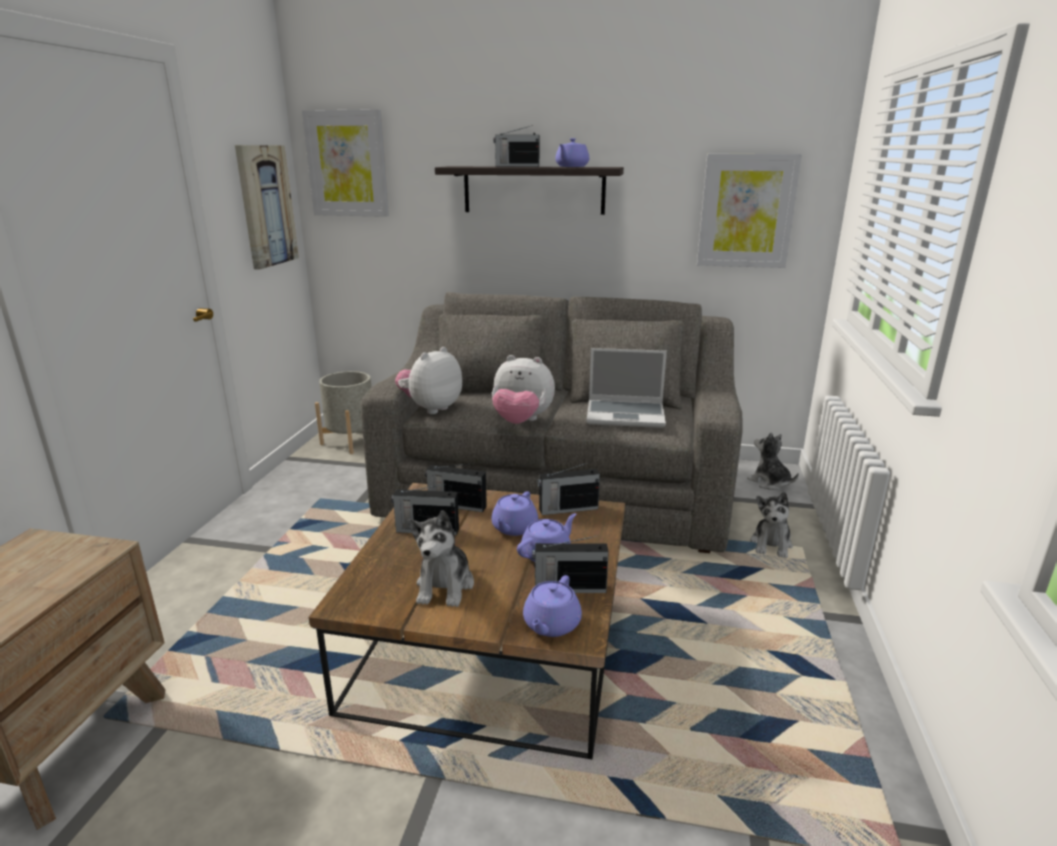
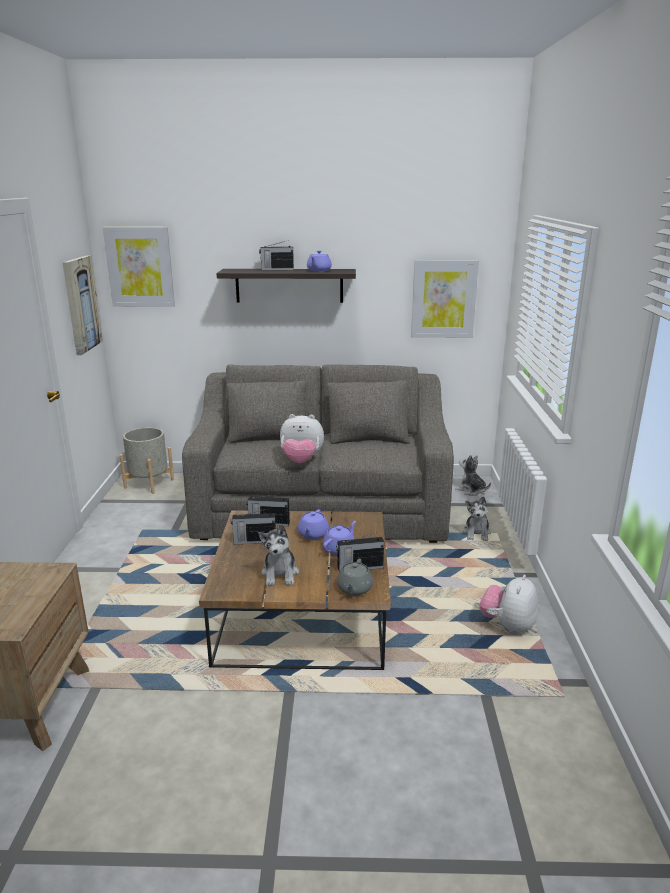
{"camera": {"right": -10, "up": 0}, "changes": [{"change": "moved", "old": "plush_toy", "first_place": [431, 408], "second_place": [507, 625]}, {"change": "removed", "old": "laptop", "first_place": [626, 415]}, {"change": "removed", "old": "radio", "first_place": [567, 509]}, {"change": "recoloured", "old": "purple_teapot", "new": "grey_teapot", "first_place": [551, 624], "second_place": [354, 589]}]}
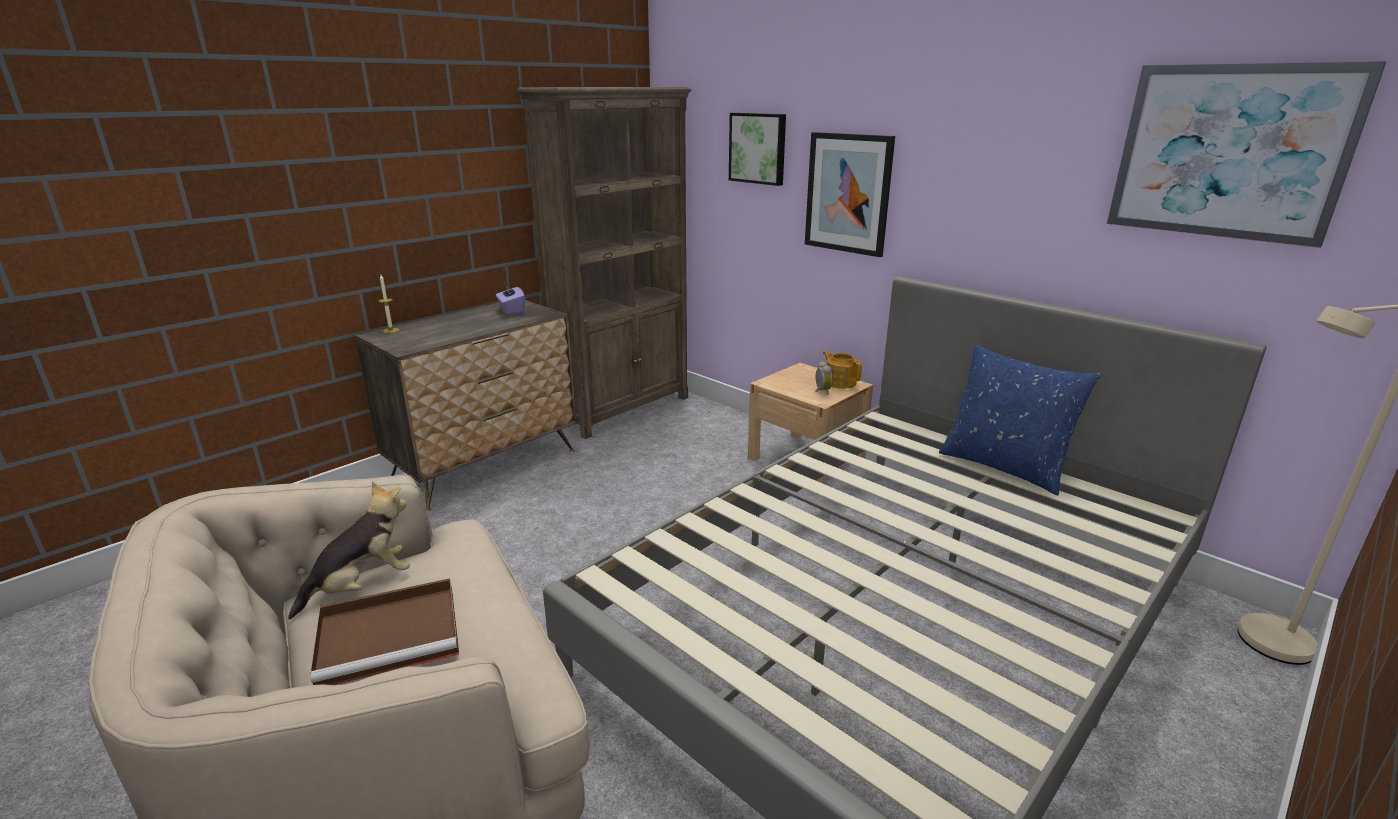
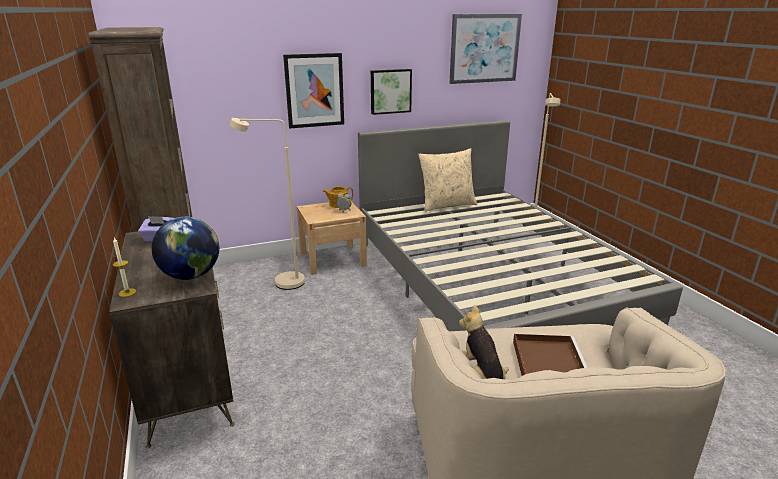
{"camera": {"right": -65, "up": 0}, "changes": [{"change": "moved", "old": "picture", "first_place": [758, 148], "second_place": [390, 91]}, {"change": "recoloured", "old": "blue_pillow", "new": "beige_pillow", "first_place": [1004, 466], "second_place": [447, 205]}, {"change": "added", "new": "beige_floor_lamp", "second_place": [281, 282]}, {"change": "added", "new": "globe", "second_place": [191, 276]}]}
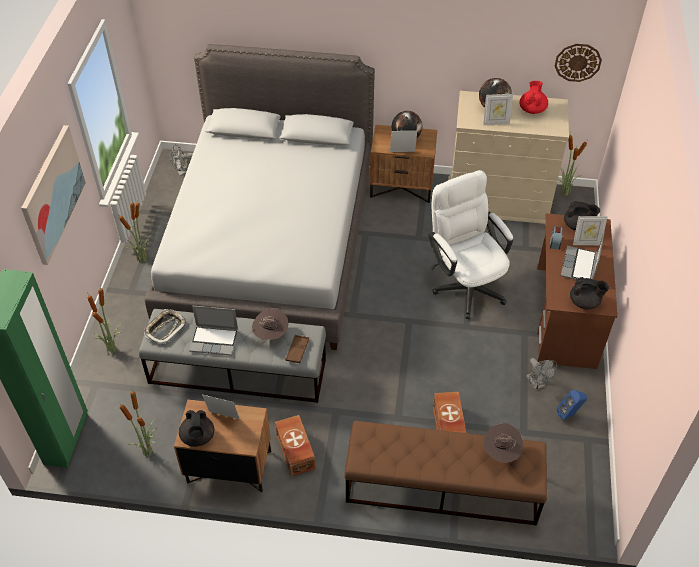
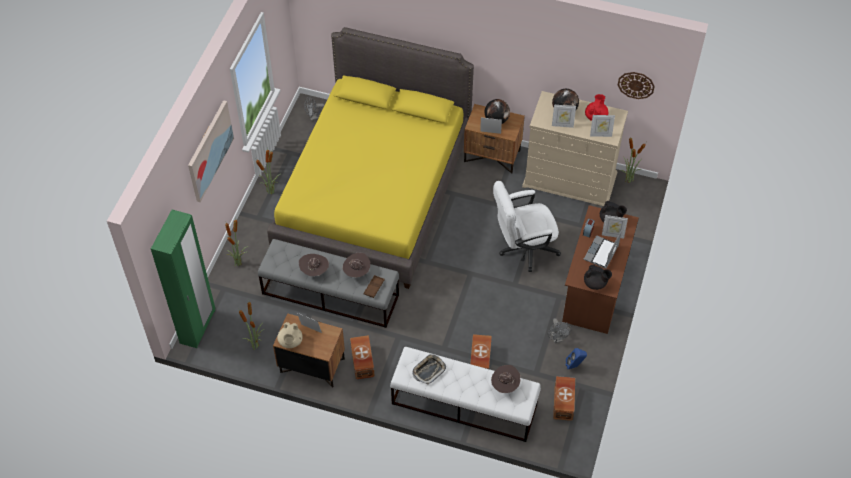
{"camera": {"right": 10, "up": 5}, "changes": [{"change": "recoloured", "old": "grey_bed", "new": "yellow_bed", "first_place": [270, 245], "second_place": [374, 193]}, {"change": "turned", "old": "white_office_chair", "first_place": [465, 283], "second_place": [523, 249], "degrees": -90}, {"change": "replaced", "old": "laptop", "new": "brown_hat", "first_place": [215, 340], "second_place": [314, 271]}, {"change": "moved", "old": "tray", "first_place": [165, 328], "second_place": [429, 370]}, {"change": "recoloured", "old": "black_teapot", "new": "beige_teapot", "first_place": [198, 437], "second_place": [290, 342]}, {"change": "recoloured", "old": "brown_bench", "new": "white_bench", "first_place": [441, 487], "second_place": [463, 404]}, {"change": "added", "new": "picture_frame", "second_place": [600, 134]}, {"change": "added", "new": "brown_storage_box", "second_place": [564, 402]}]}
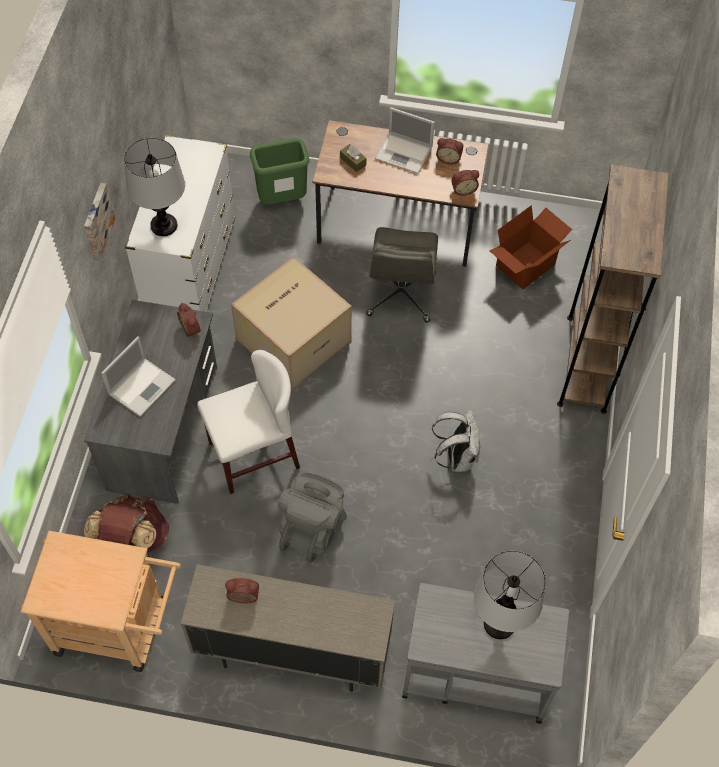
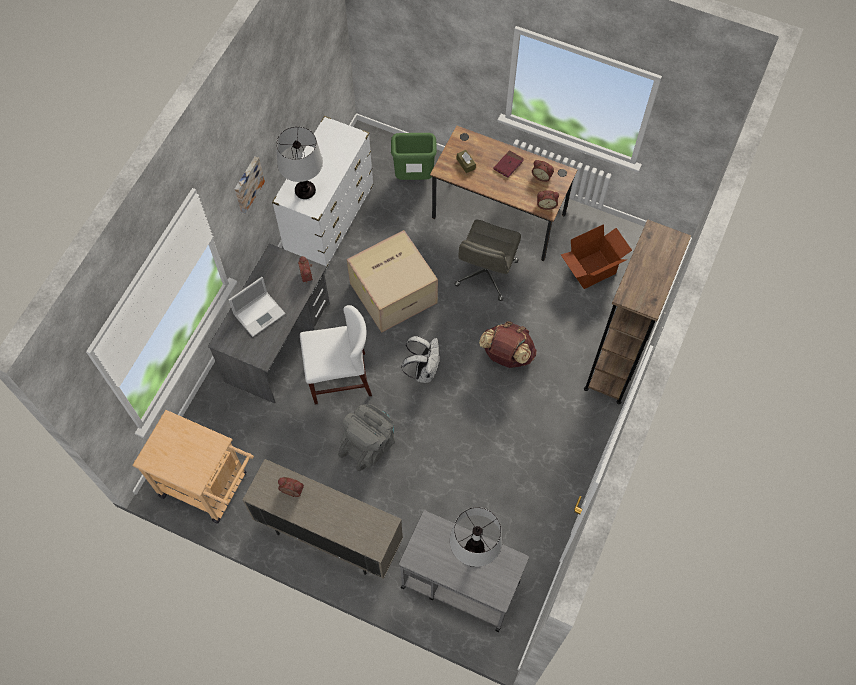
{"camera": {"right": 15, "up": 5}, "changes": [{"change": "replaced", "old": "laptop", "new": "red_book", "first_place": [404, 153], "second_place": [508, 165]}, {"change": "moved", "old": "white_backpack", "first_place": [457, 457], "second_place": [423, 370]}, {"change": "moved", "old": "brown_backpack", "first_place": [133, 539], "second_place": [506, 355]}]}
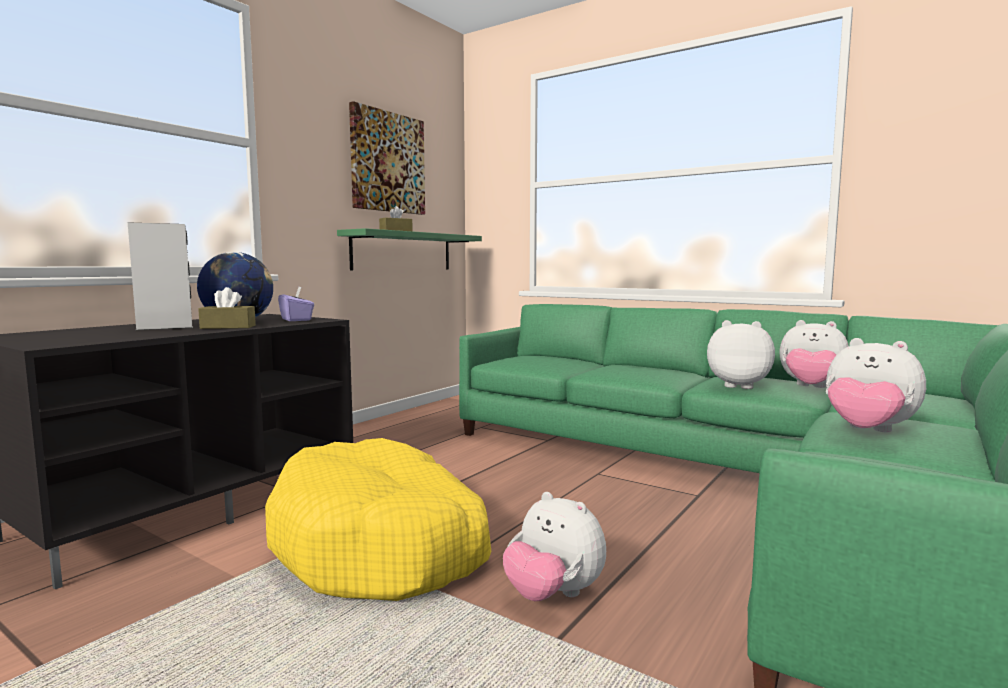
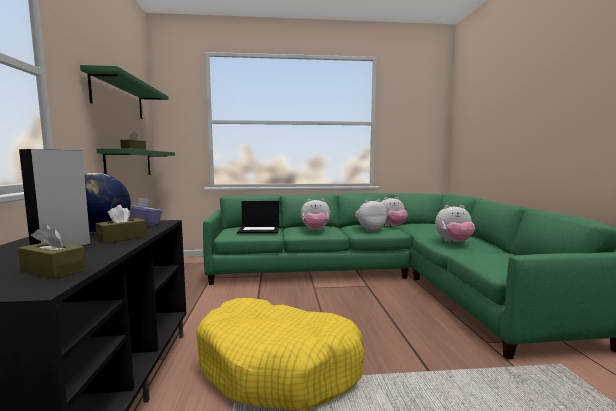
{"camera": {"right": -40, "up": 0}, "changes": [{"change": "replaced", "old": "picture", "new": "green_shelf", "first_place": [387, 162], "second_place": [118, 97]}, {"change": "moved", "old": "plush_toy", "first_place": [553, 595], "second_place": [315, 230]}, {"change": "added", "new": "laptop", "second_place": [259, 230]}, {"change": "added", "new": "brown_tissue_box", "second_place": [53, 270]}]}
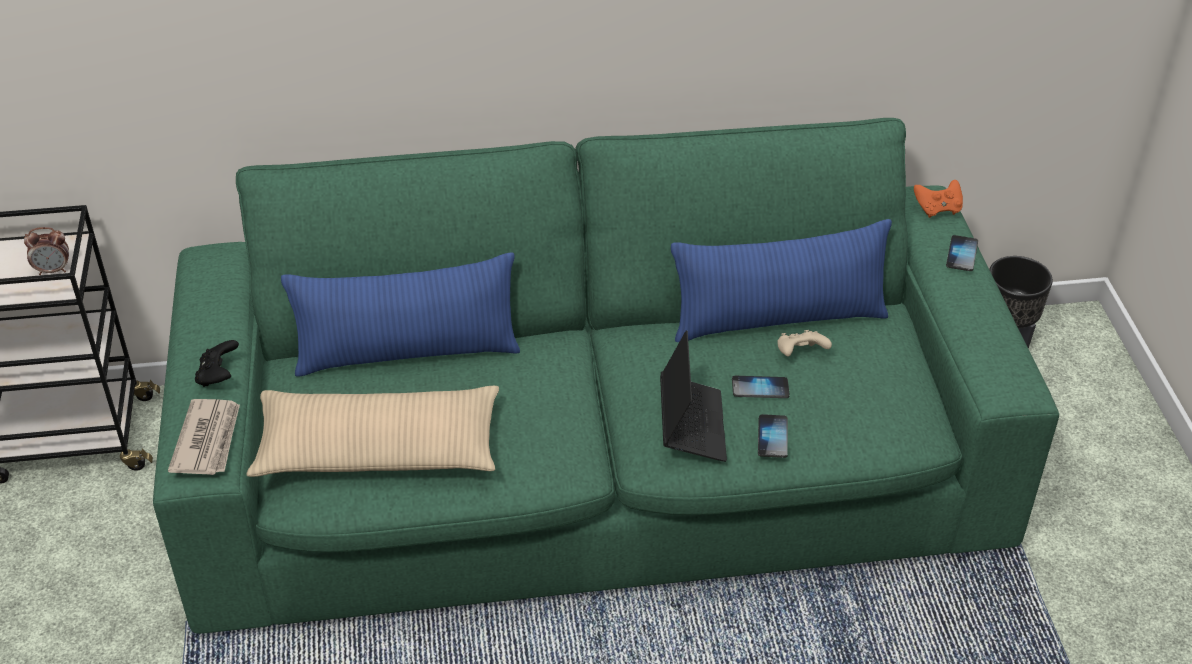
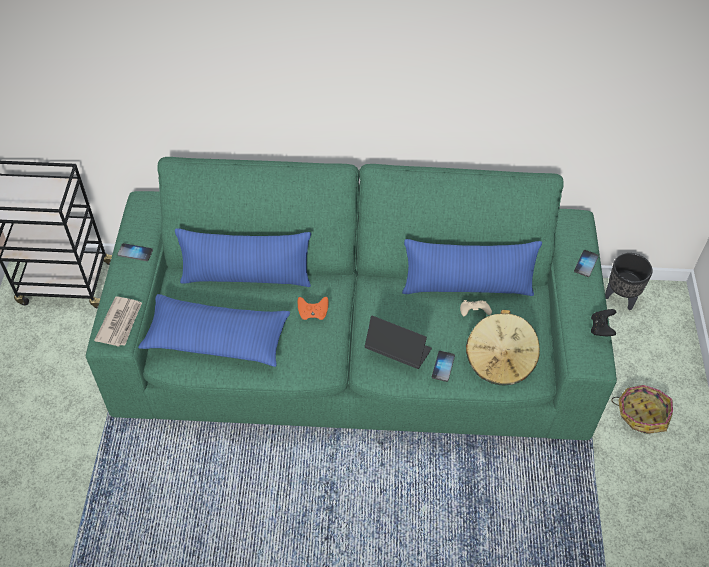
{"camera": {"right": 10, "up": 10}, "changes": [{"change": "moved", "old": "orange_game_controller", "first_place": [937, 209], "second_place": [313, 313]}, {"change": "removed", "old": "alarm_clock", "first_place": [53, 270]}, {"change": "turned", "old": "laptop", "first_place": [691, 425], "second_place": [397, 351], "degrees": -75}, {"change": "moved", "old": "black_game_controller", "first_place": [218, 375], "second_place": [601, 328]}, {"change": "moved", "old": "phone", "first_place": [760, 388], "second_place": [135, 253]}, {"change": "recoloured", "old": "beige_pillow", "new": "blue_pillow", "first_place": [378, 449], "second_place": [217, 338]}, {"change": "added", "new": "beige_hat", "second_place": [500, 361]}, {"change": "added", "new": "basket", "second_place": [642, 414]}]}
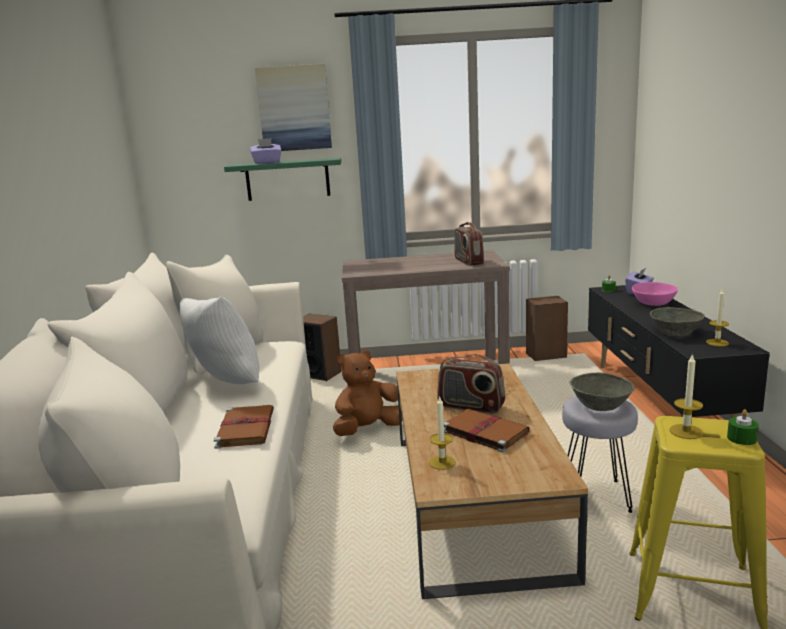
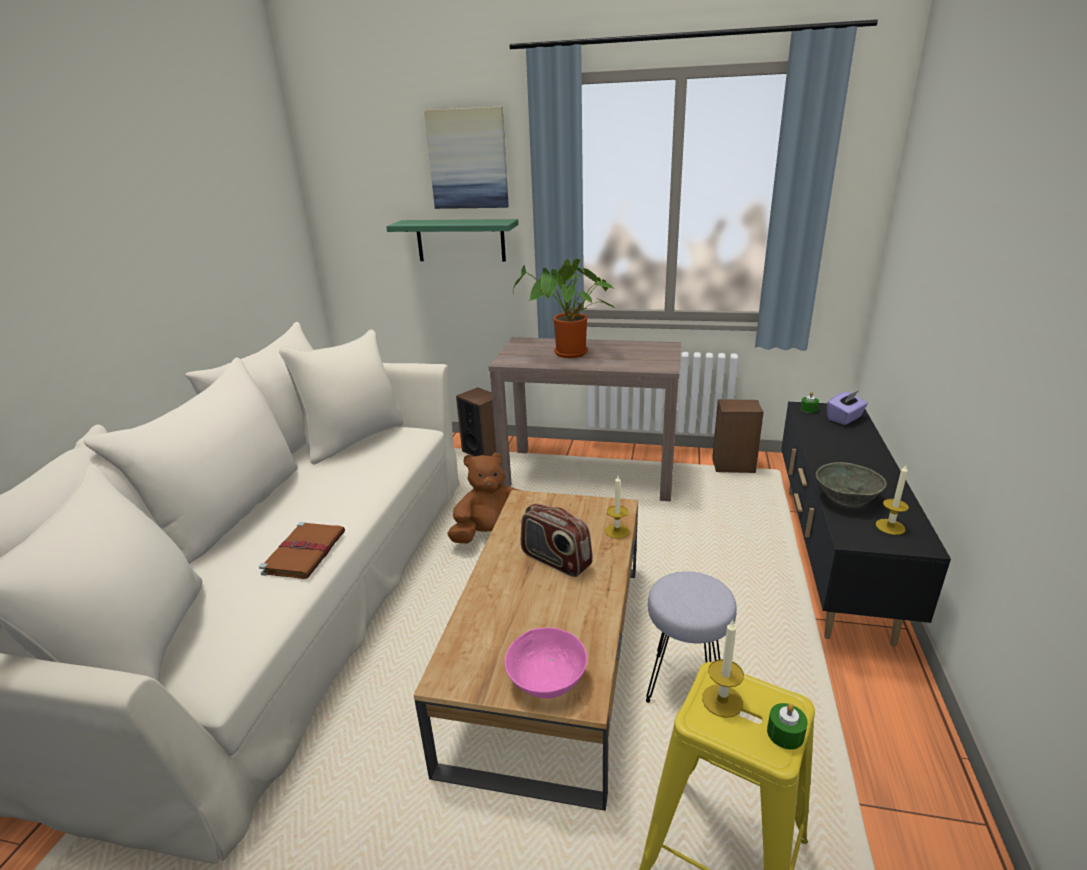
{"camera": {"right": 15, "up": 10}, "changes": [{"change": "removed", "old": "purple_tissue_box", "first_place": [267, 162]}, {"change": "removed", "old": "radio", "first_place": [468, 261]}, {"change": "moved", "old": "pink_bowl", "first_place": [653, 303], "second_place": [547, 680]}, {"change": "removed", "old": "white_pillow", "first_place": [224, 384]}, {"change": "removed", "old": "grey_bowl", "first_place": [601, 405]}, {"change": "moved", "old": "candle", "first_place": [442, 462], "second_place": [617, 531]}, {"change": "removed", "old": "brown_book", "first_place": [483, 432]}, {"change": "added", "new": "potted_plant", "second_place": [569, 354]}]}
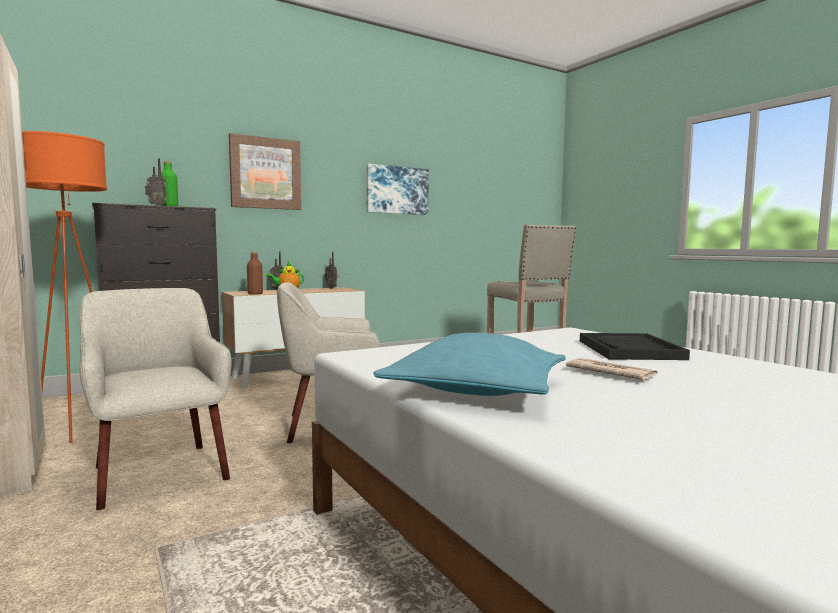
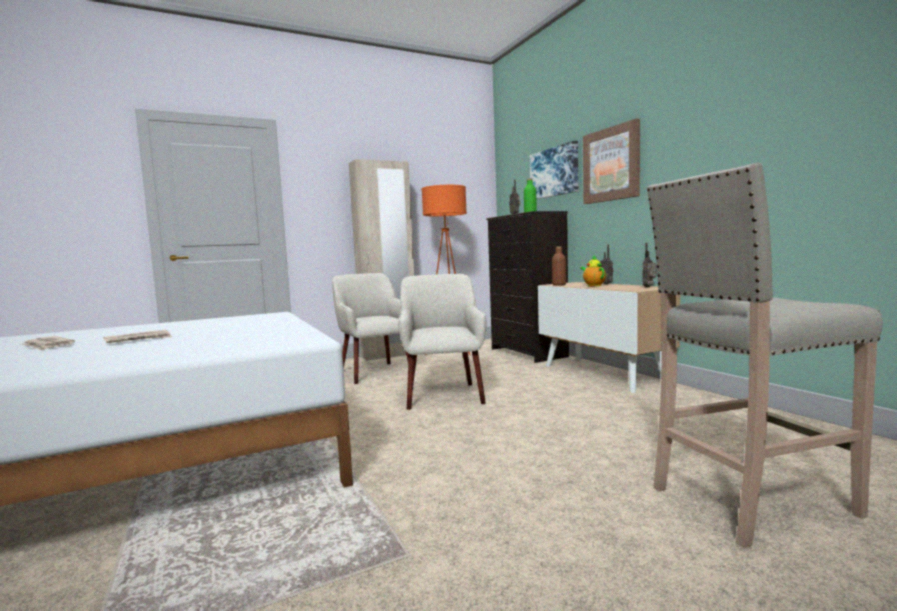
{"camera": {"right": 95, "up": 0}, "changes": [{"change": "moved", "old": "picture", "first_place": [397, 190], "second_place": [554, 172]}, {"change": "turned", "old": "beige_armchair", "first_place": [159, 472], "second_place": [374, 372], "degrees": -90}, {"change": "removed", "old": "turquoise_pillow", "first_place": [476, 389]}, {"change": "removed", "old": "black_tray", "first_place": [629, 350]}, {"change": "added", "new": "newspaper", "second_place": [47, 346]}]}
